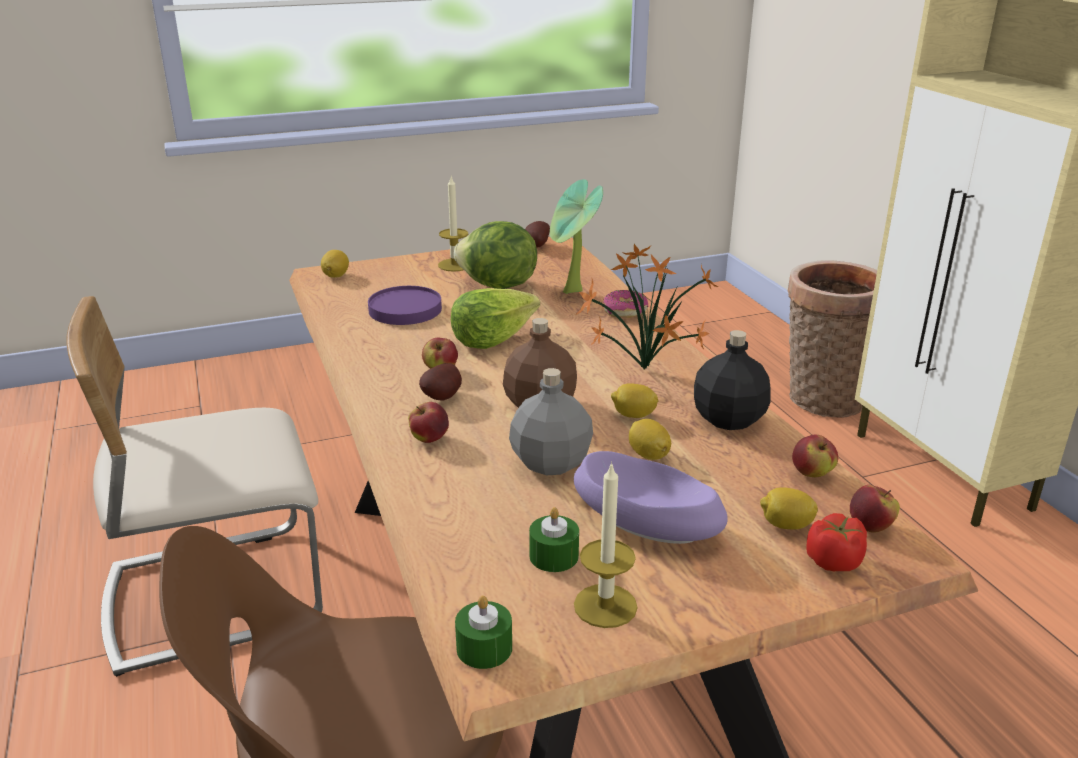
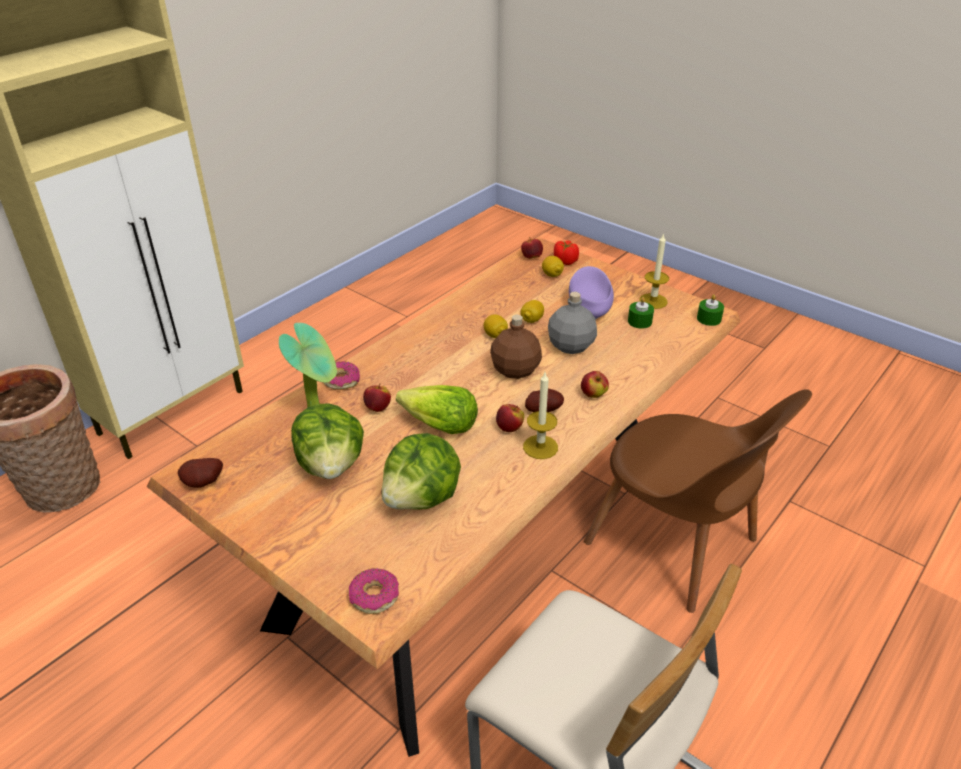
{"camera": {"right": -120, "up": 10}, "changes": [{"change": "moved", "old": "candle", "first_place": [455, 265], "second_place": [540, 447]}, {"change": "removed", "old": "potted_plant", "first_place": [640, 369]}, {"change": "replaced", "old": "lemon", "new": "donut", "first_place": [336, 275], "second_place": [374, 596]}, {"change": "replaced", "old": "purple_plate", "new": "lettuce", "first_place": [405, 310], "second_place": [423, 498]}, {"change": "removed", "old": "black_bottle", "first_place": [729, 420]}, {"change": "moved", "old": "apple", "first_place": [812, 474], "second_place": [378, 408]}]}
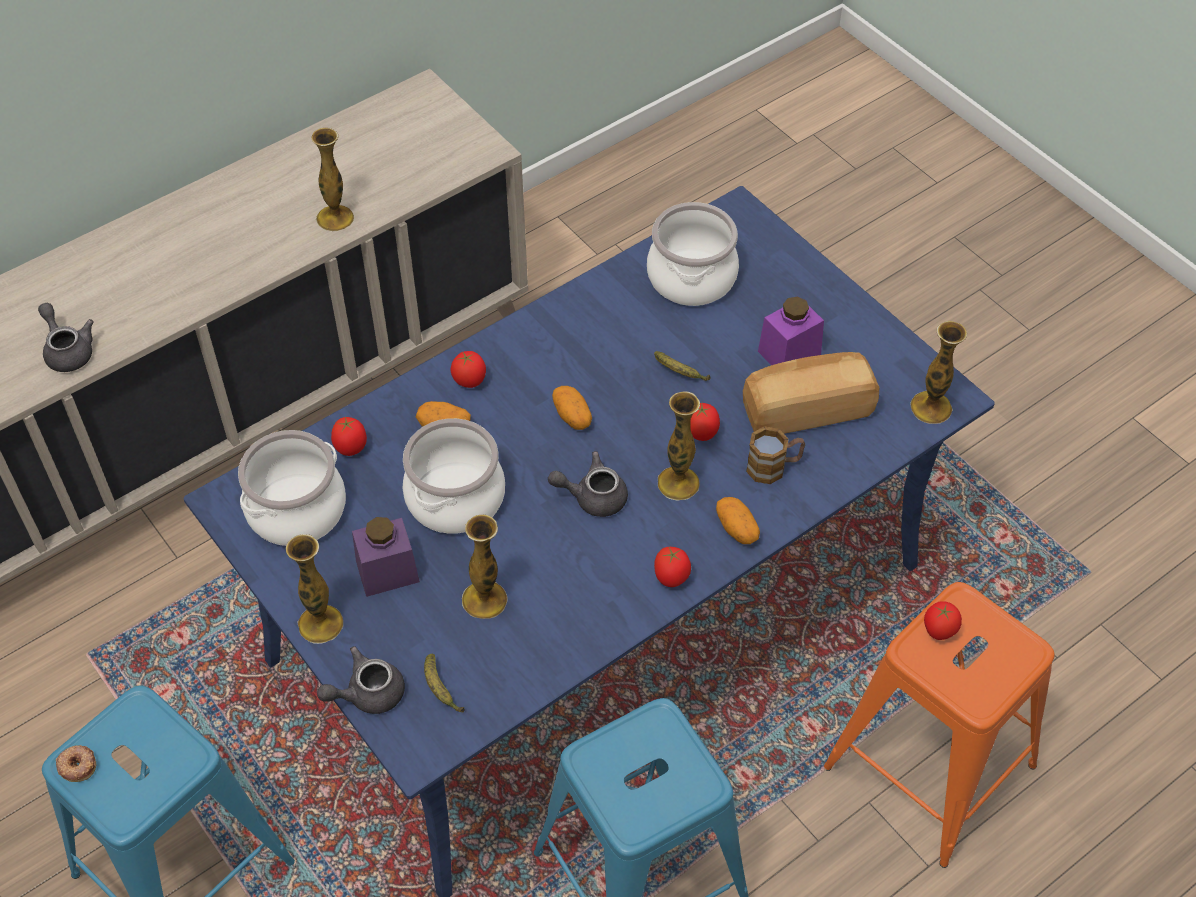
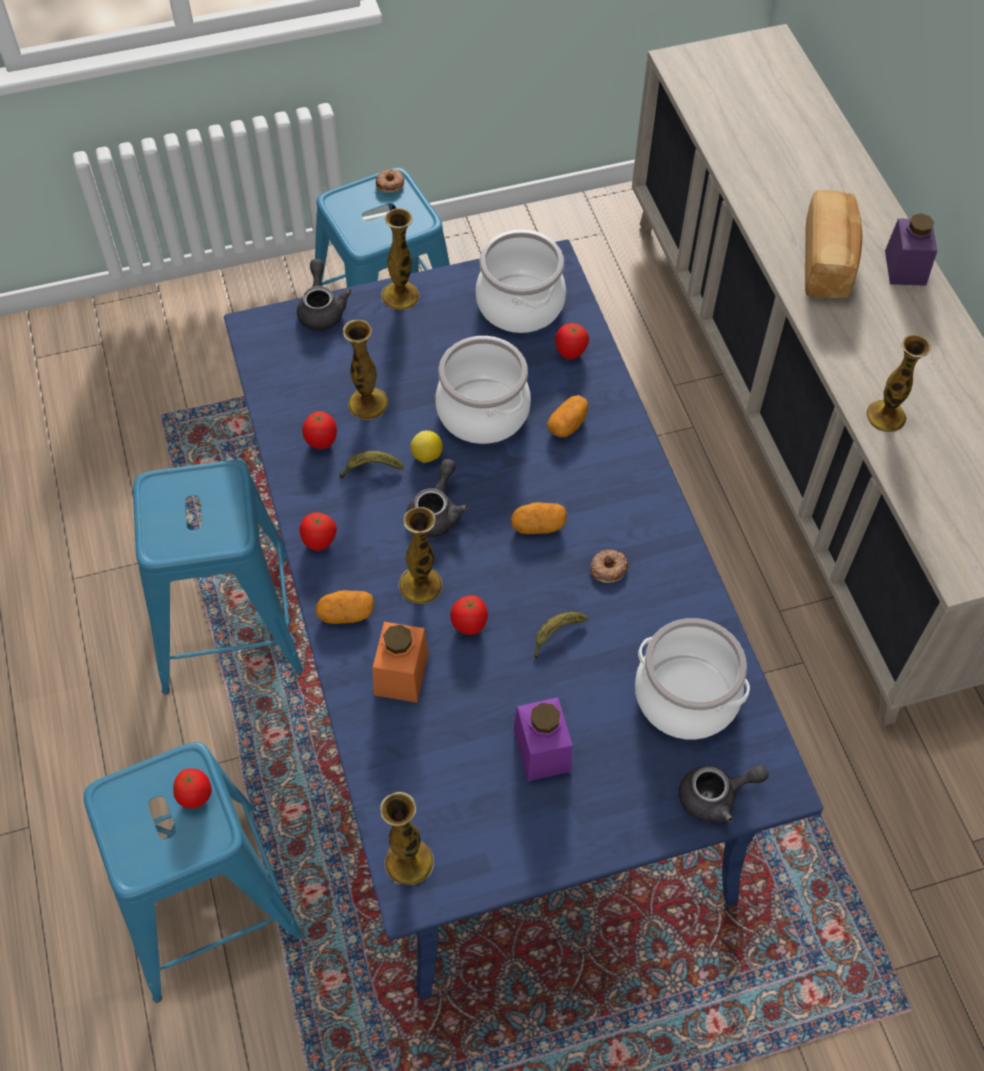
{"camera": {"right": 110, "up": 5}, "changes": [{"change": "moved", "old": "grey_teapot", "first_place": [68, 350], "second_place": [716, 797]}, {"change": "moved", "old": "tomato", "first_place": [469, 382], "second_place": [322, 442]}, {"change": "moved", "old": "bread", "first_place": [806, 409], "second_place": [828, 261]}, {"change": "replaced", "old": "mug", "new": "orange_jar", "first_place": [774, 467], "second_place": [401, 674]}, {"change": "moved", "old": "purple_jar", "first_place": [387, 572], "second_place": [905, 267]}, {"change": "recoloured", "old": "orange_stool", "new": "blue_stool", "first_place": [929, 765], "second_place": [206, 900]}, {"change": "moved", "old": "banana", "first_place": [440, 688], "second_place": [370, 469]}, {"change": "added", "new": "lemon", "second_place": [427, 456]}, {"change": "added", "new": "donut", "second_place": [608, 568]}]}
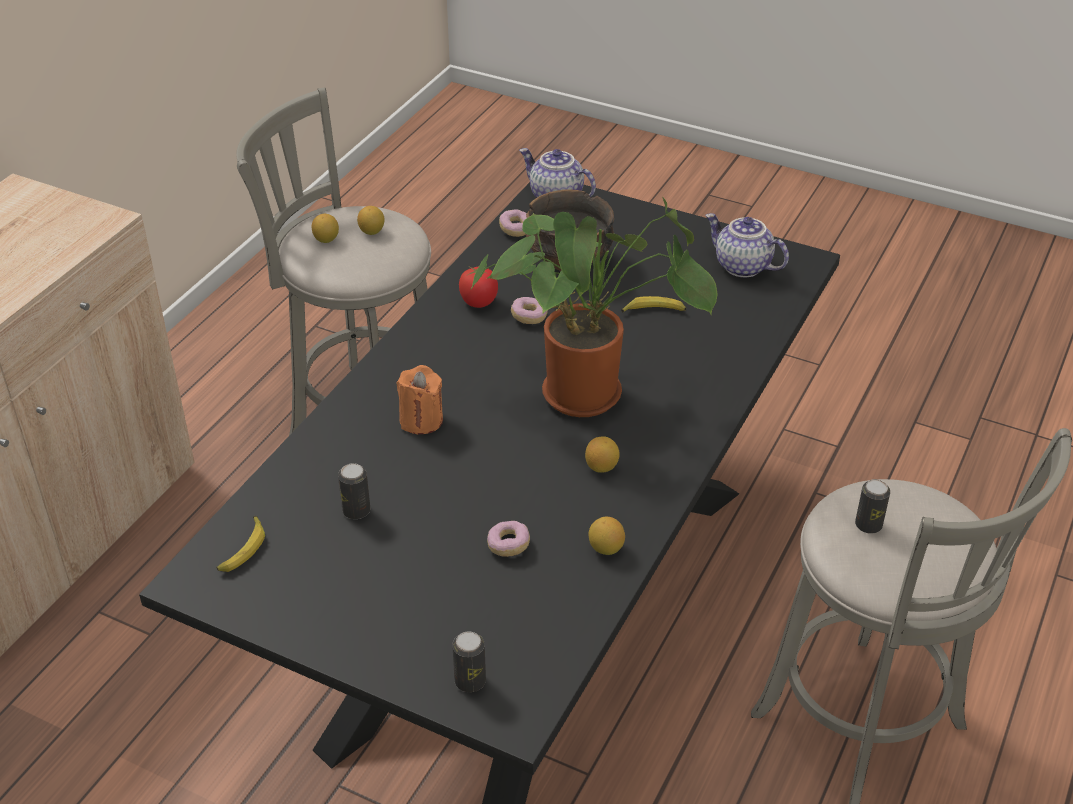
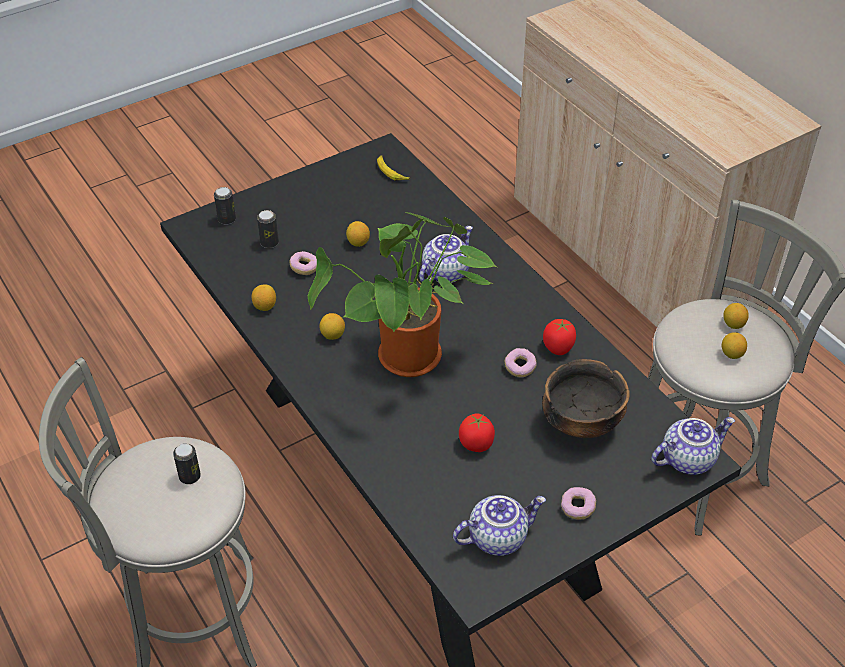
{"camera": {"right": 120, "up": 5}, "changes": [{"change": "moved", "old": "donut", "first_place": [516, 229], "second_place": [577, 508]}, {"change": "replaced", "old": "banana", "new": "tomato", "first_place": [653, 311], "second_place": [476, 444]}, {"change": "replaced", "old": "orange_candle", "new": "teapot", "first_place": [421, 420], "second_place": [445, 272]}, {"change": "moved", "old": "can", "first_place": [356, 511], "second_place": [269, 243]}, {"change": "added", "new": "lemon", "second_place": [358, 243]}]}
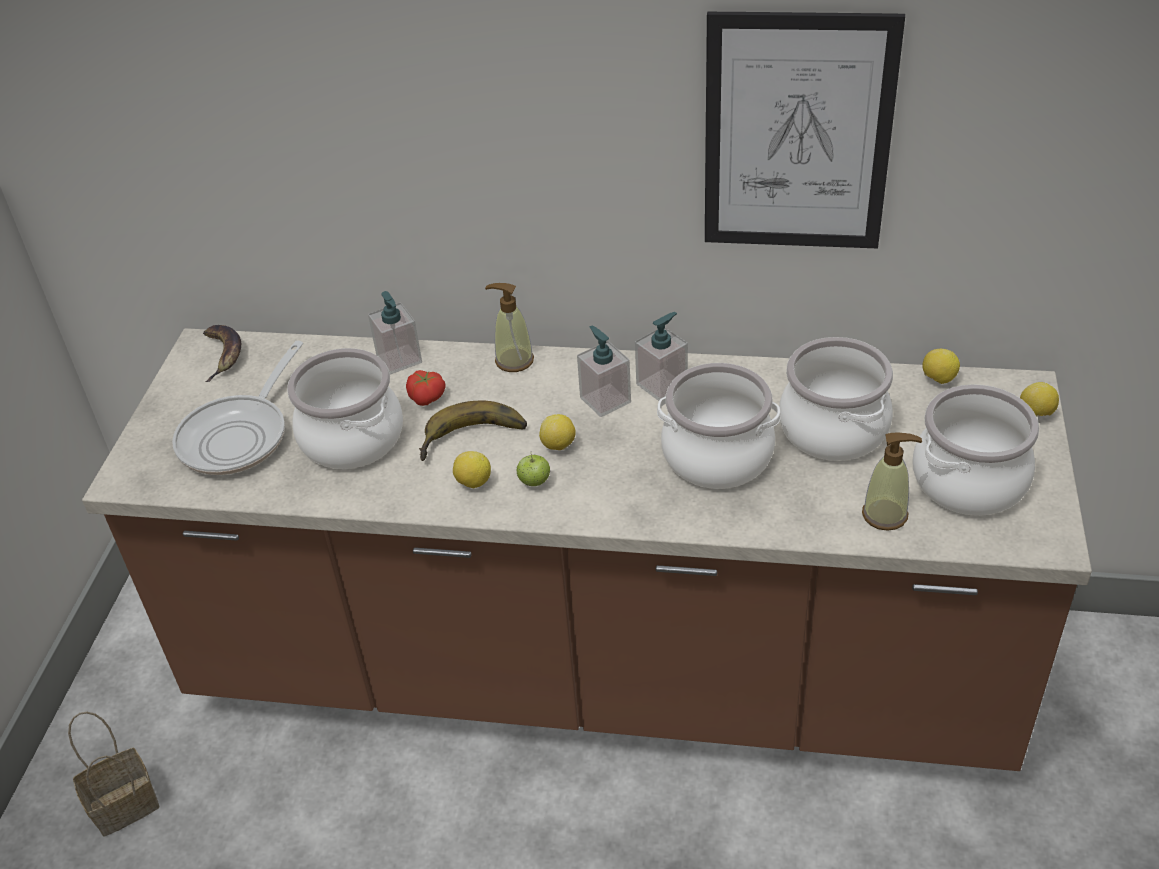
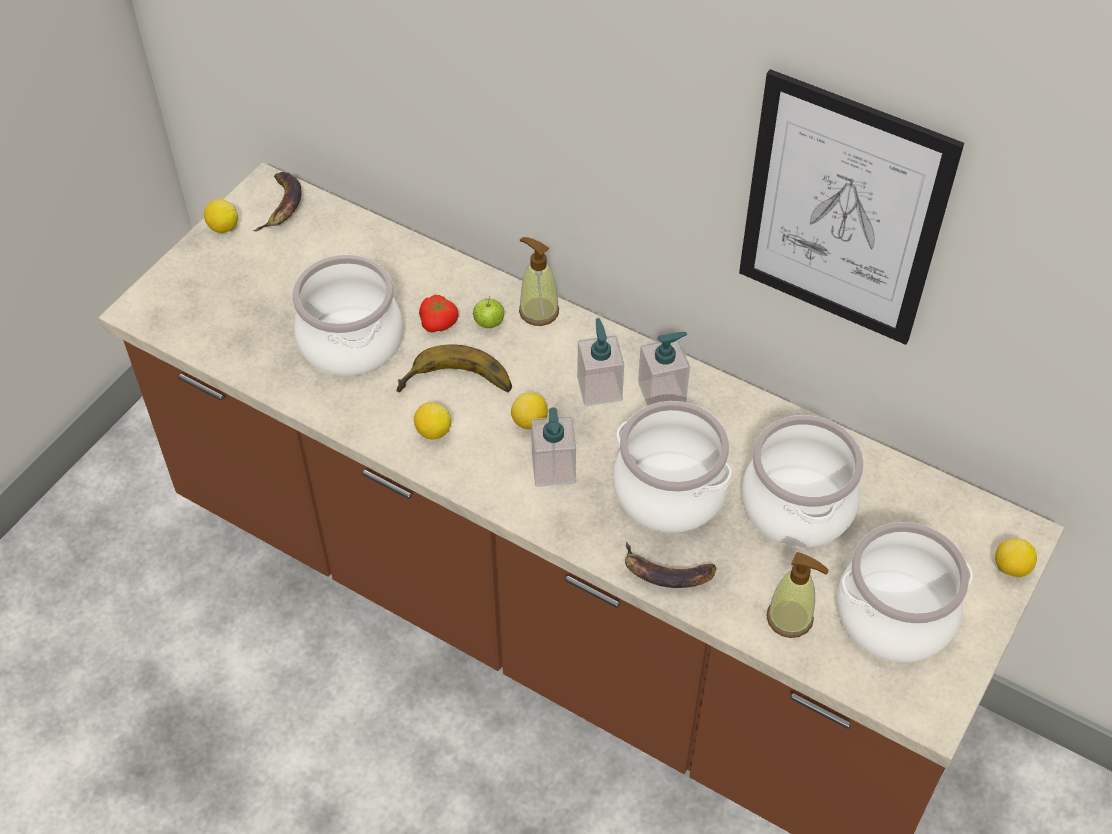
{"camera": {"right": 20, "up": 10}, "changes": [{"change": "moved", "old": "soap_dispenser", "first_place": [399, 359], "second_place": [553, 469]}, {"change": "removed", "old": "frying_pan", "first_place": [240, 436]}, {"change": "moved", "old": "lemon", "first_place": [938, 379], "second_place": [223, 227]}, {"change": "moved", "old": "apple", "first_place": [534, 482], "second_place": [489, 323]}, {"change": "removed", "old": "basket", "first_place": [126, 803]}, {"change": "added", "new": "banana", "second_place": [666, 573]}]}
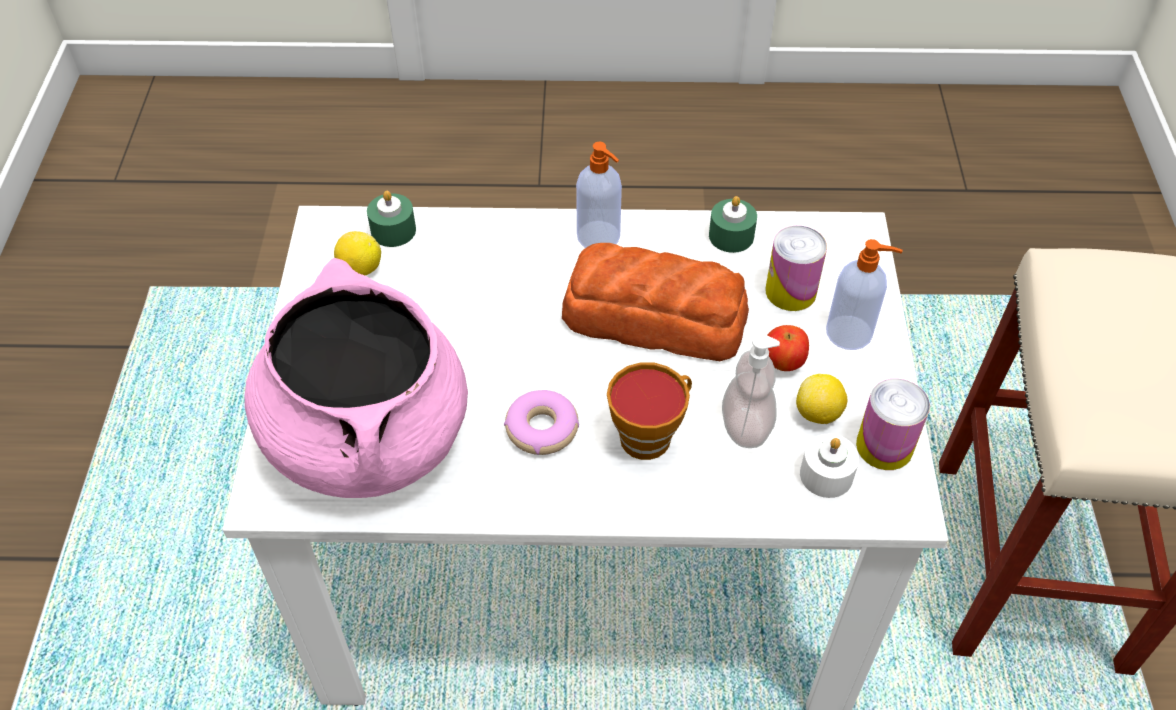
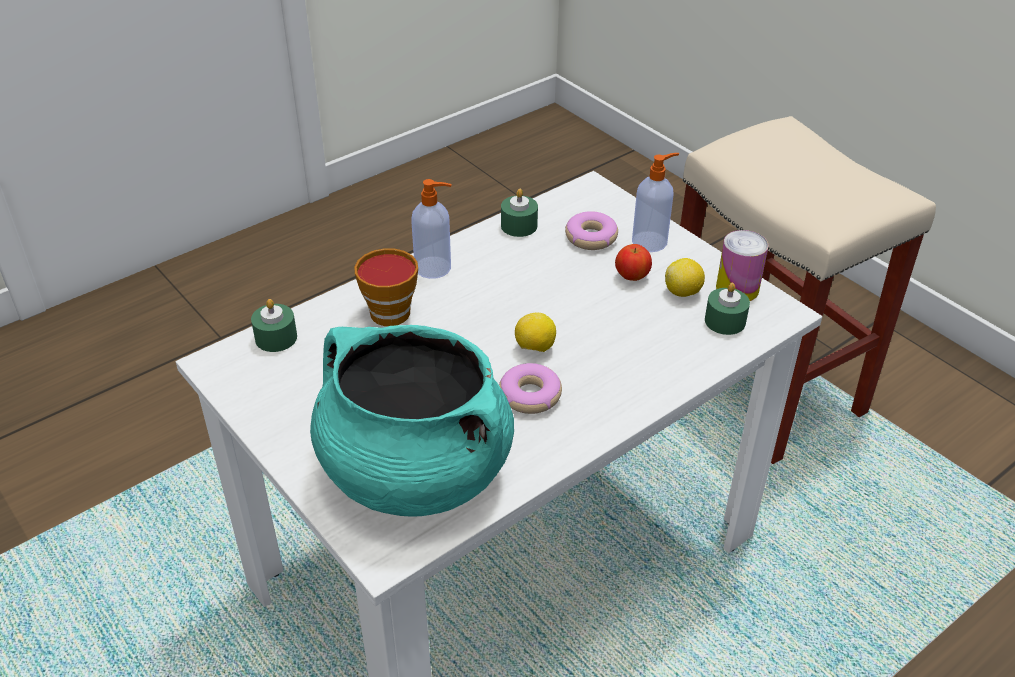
{"camera": {"right": -40, "up": -10}, "changes": [{"change": "replaced", "old": "can", "new": "donut", "first_place": [790, 291], "second_place": [590, 237]}, {"change": "moved", "old": "lemon", "first_place": [360, 269], "second_place": [534, 348]}, {"change": "removed", "old": "bread", "first_place": [653, 315]}, {"change": "recoloured", "old": "pink_cooking_pot", "new": "turquoise_cooking_pot", "first_place": [367, 436], "second_place": [414, 471]}, {"change": "removed", "old": "soap_dispenser", "first_place": [746, 426]}, {"change": "moved", "old": "cup", "first_place": [650, 434], "second_place": [391, 309]}, {"change": "recoloured", "old": "white_candle", "new": "green_candle", "first_place": [826, 475], "second_place": [725, 321]}]}
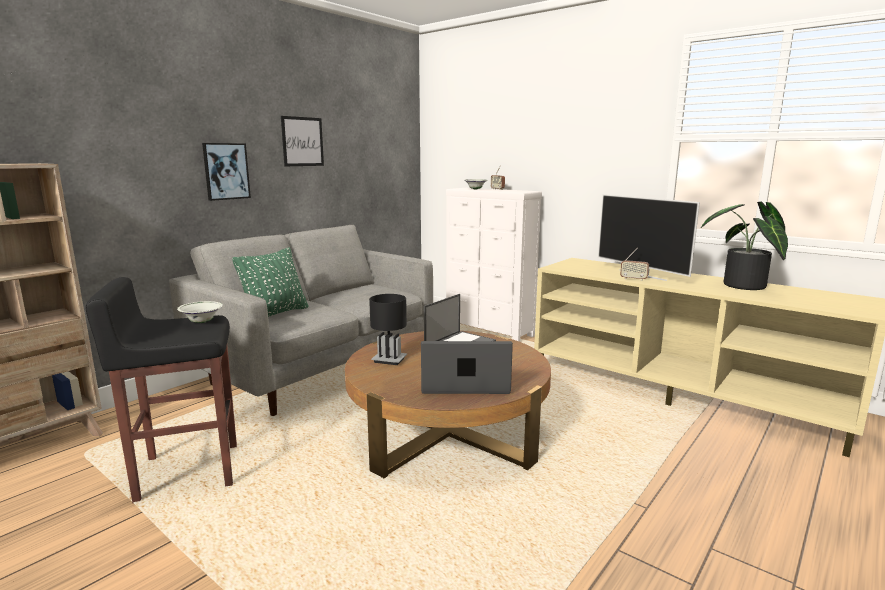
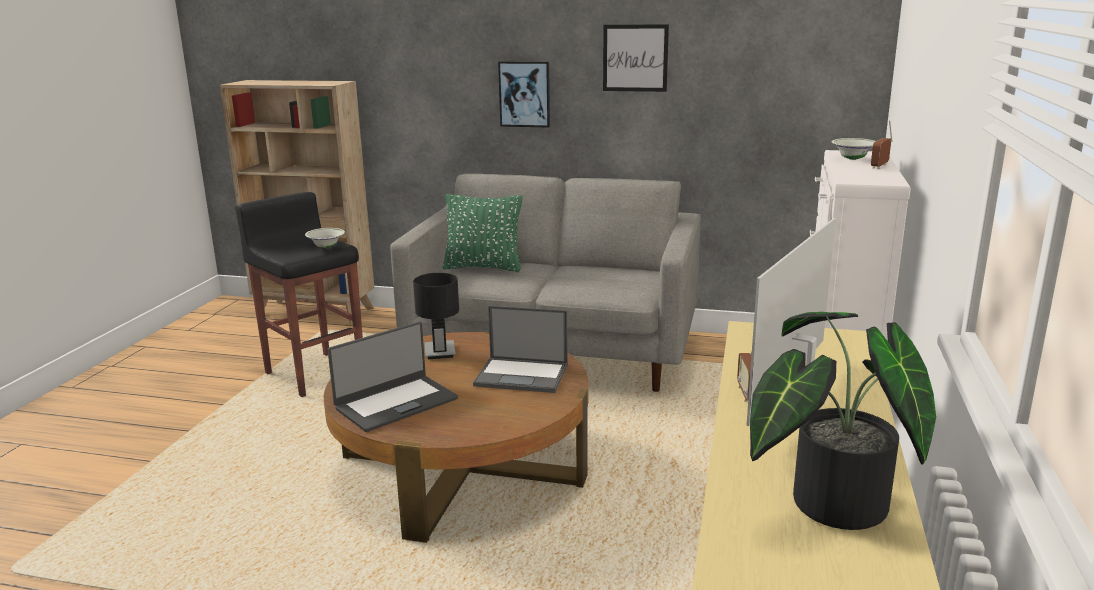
{"camera": {"right": 65, "up": 5}, "changes": [{"change": "turned", "old": "laptop", "first_place": [465, 384], "second_place": [395, 403], "degrees": 75}]}
